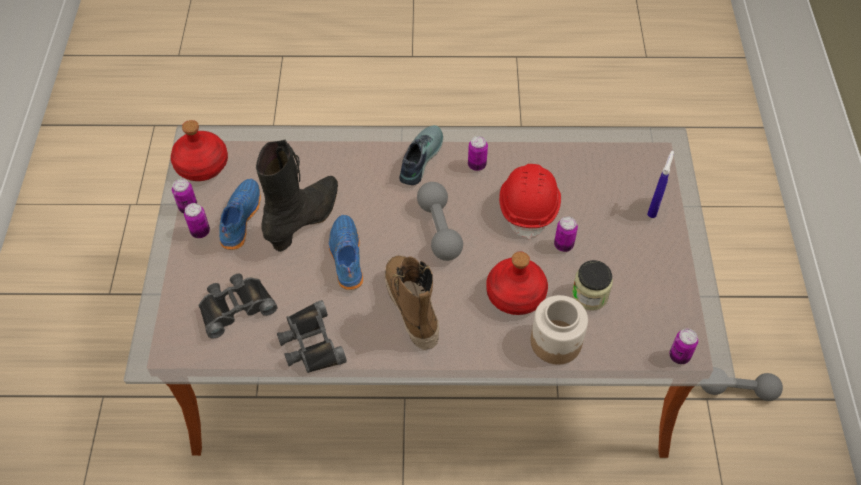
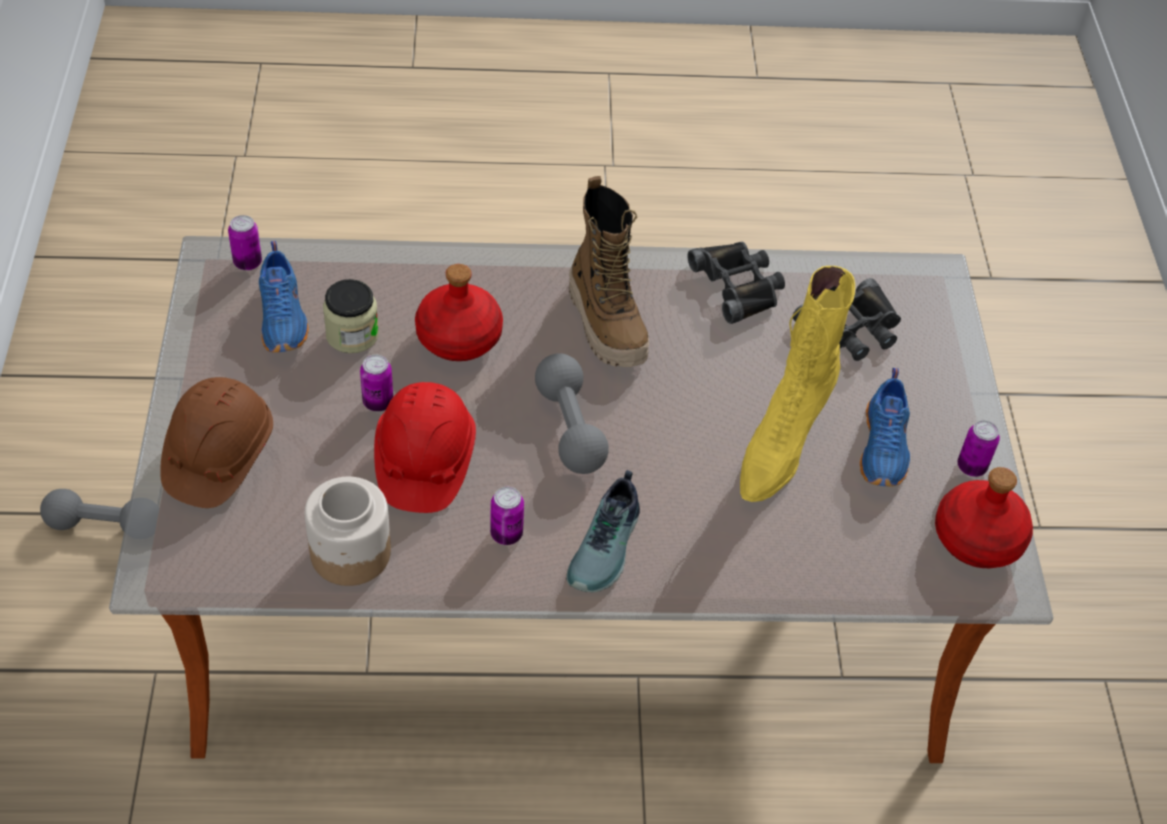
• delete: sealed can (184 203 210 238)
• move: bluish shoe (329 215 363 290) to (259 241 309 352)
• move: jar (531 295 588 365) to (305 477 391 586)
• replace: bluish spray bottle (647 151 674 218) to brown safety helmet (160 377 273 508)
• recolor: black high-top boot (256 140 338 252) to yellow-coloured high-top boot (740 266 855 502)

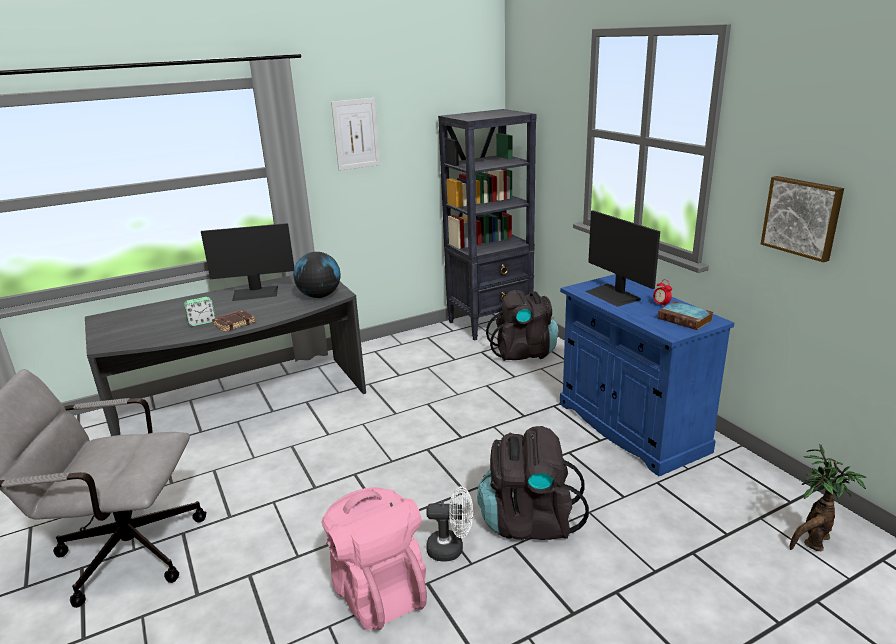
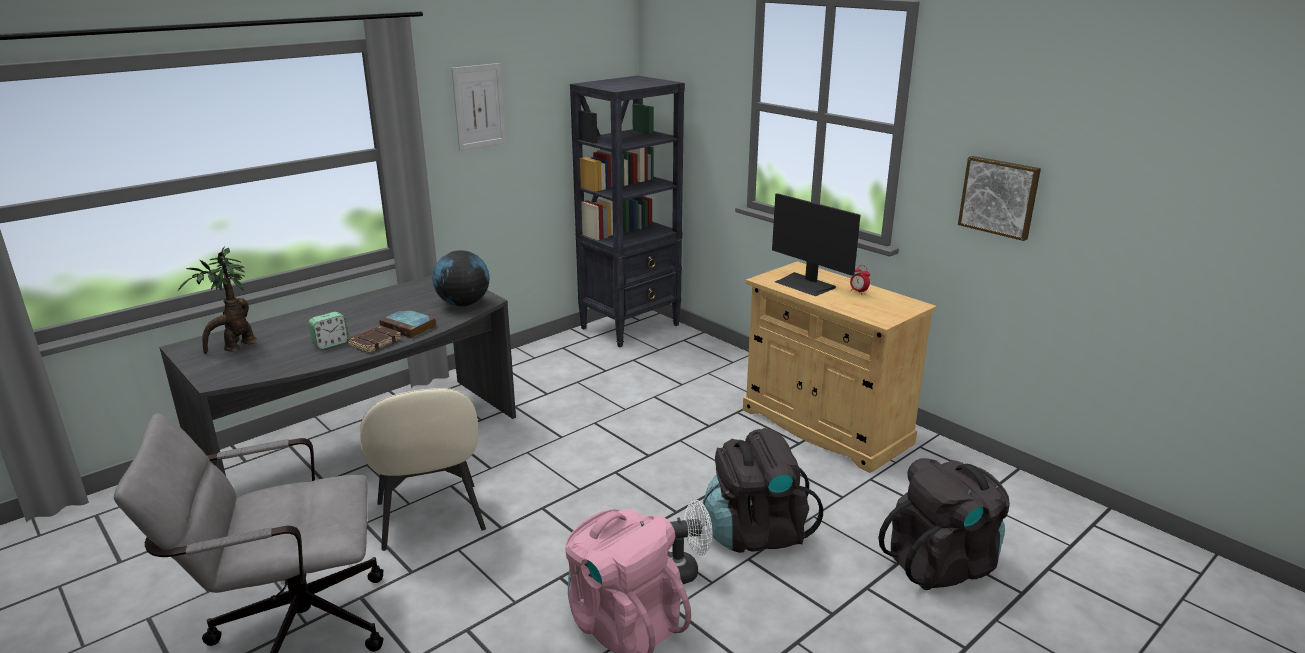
• delete: computer display (201 223 294 301)
• insert: beige chair (360 388 486 551)
• move: black rucksack (486 290 558 361) to (878 458 1010 590)
• move: volume (658 301 713 330) to (379 309 436 338)
• move: plant in a pot (789 444 866 551) to (178 246 257 354)
• recolor: bluish cabinet (560 274 734 476) to beige cabinet (743 261 937 473)

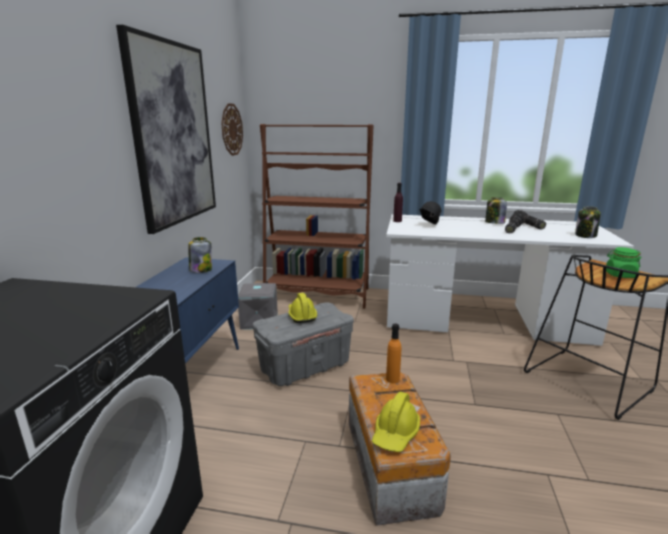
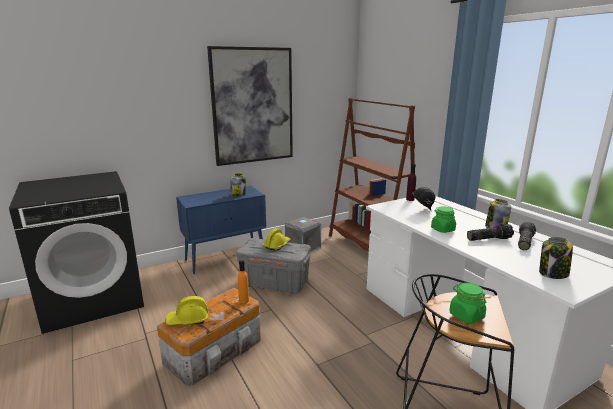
• delete: wall clock (221 103 243 156)
• insert: greenish jar (431 206 456 233)

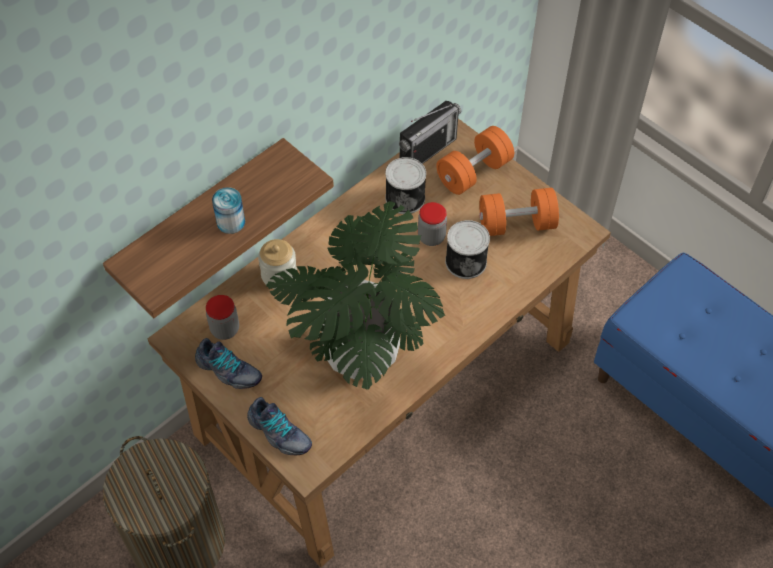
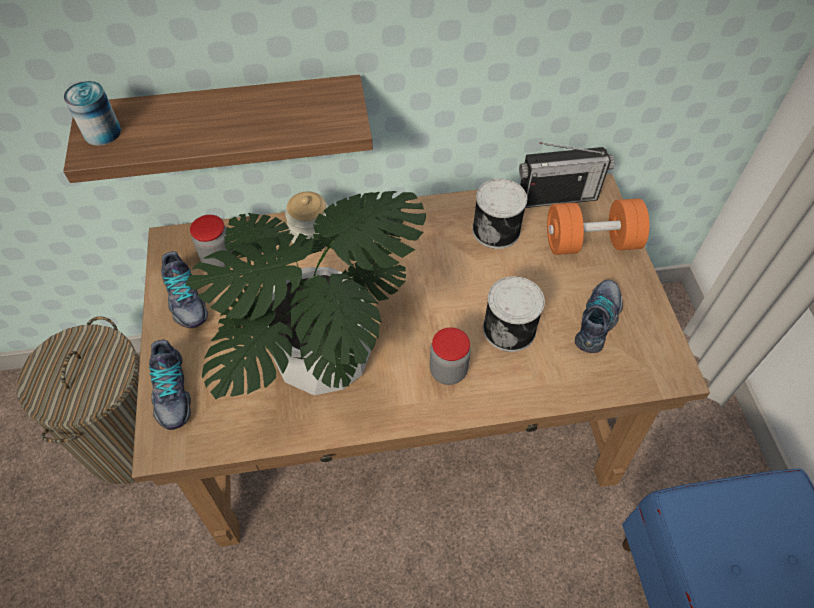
• move: sealed can (212 187 245 234) to (64 81 121 146)
• move: jar (418 202 447 246) to (430 327 471 385)
• replace: orangey dumbbell (479 188 559 236) to shoe (575 280 623 353)

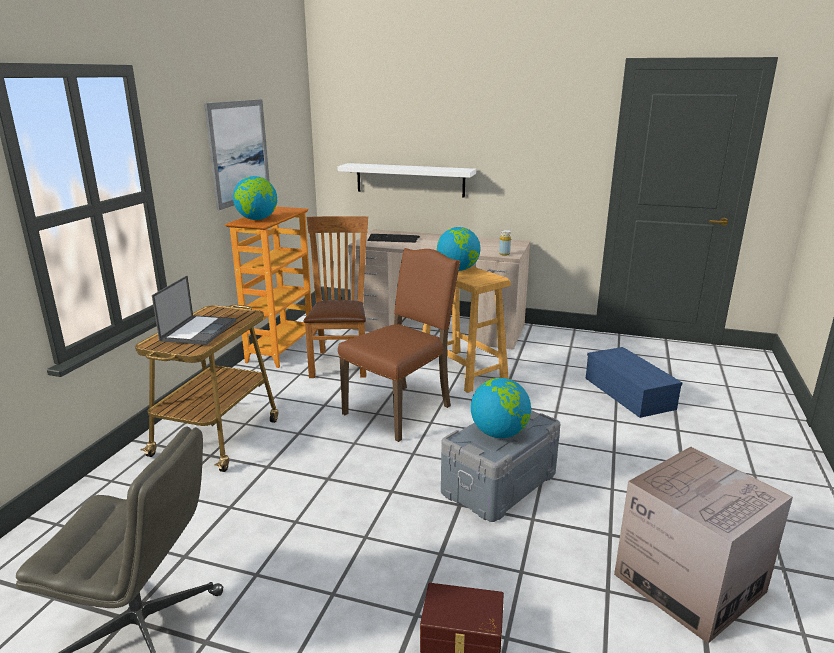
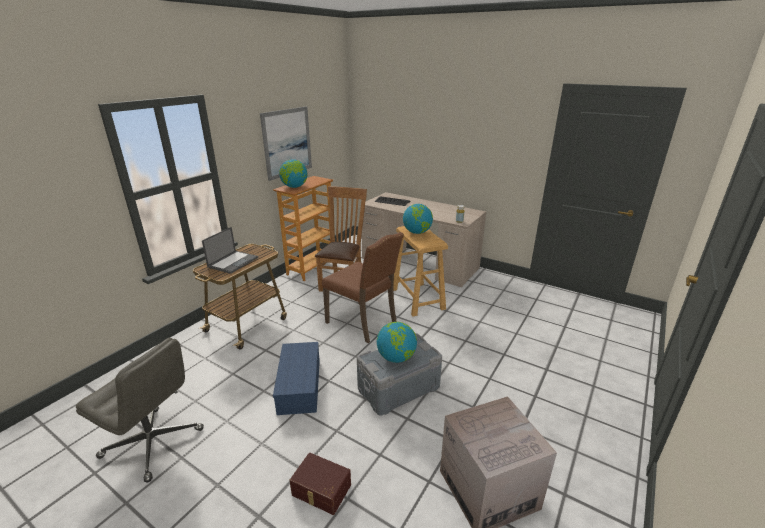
• delete: white-coloured shelf (337 163 476 198)
• move: bluish storage box (585 347 683 418) to (273 342 320 415)
• rotate: brown chair (338 248 460 442) = (322 232 404 343) 75 degrees clockwise

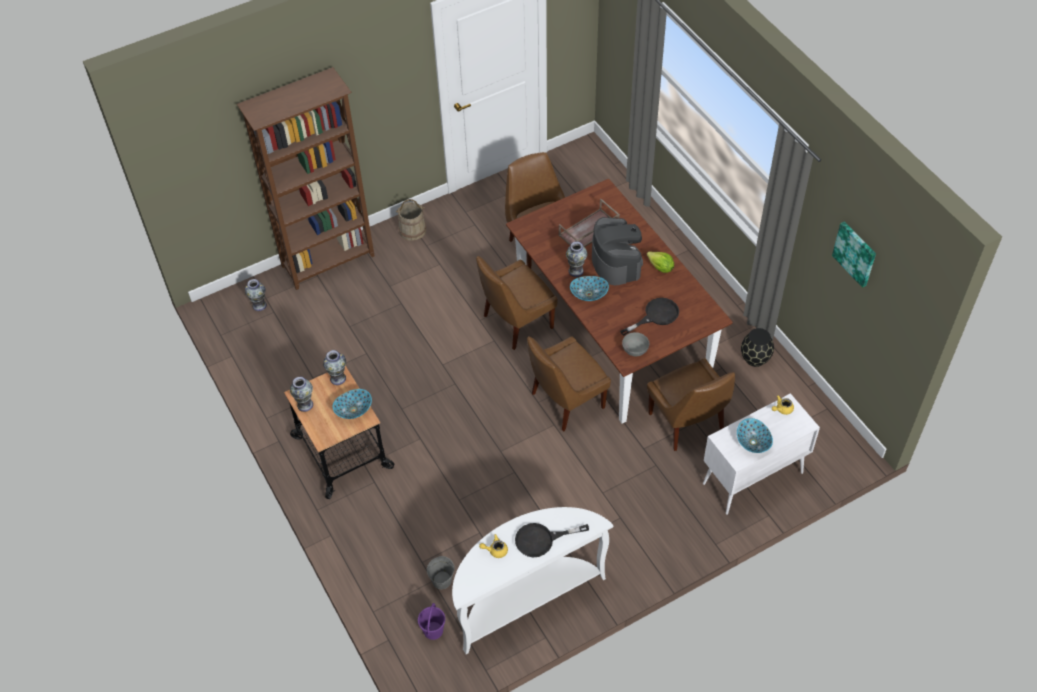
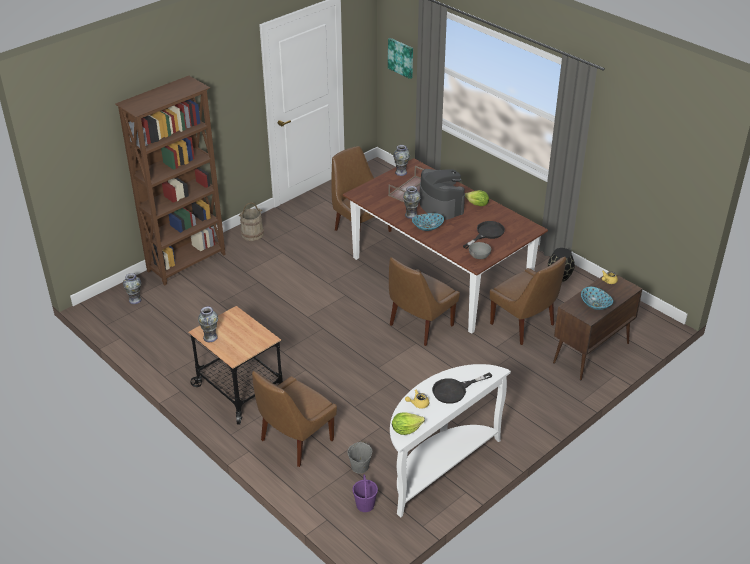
• delete: serving bowl (332 389 372 419)
• insert: lettuce (392 412 425 435)
• move: decorative vase (323 350 346 385) to (393 145 410 176)
• move: brown chair (476 256 558 350) to (252 371 337 467)
• move: wall picture (832 222 876 288) to (388 38 413 79)
• recolor: white-coloured cabinet (703 393 820 515) to brown cabinet (553 271 643 380)

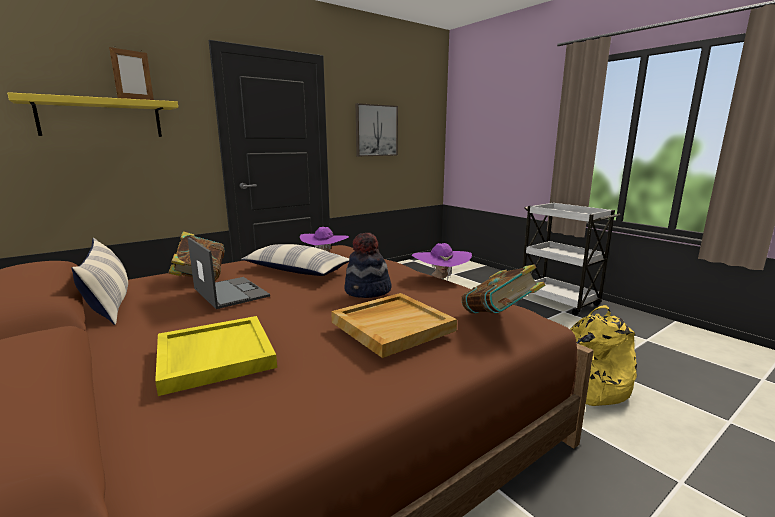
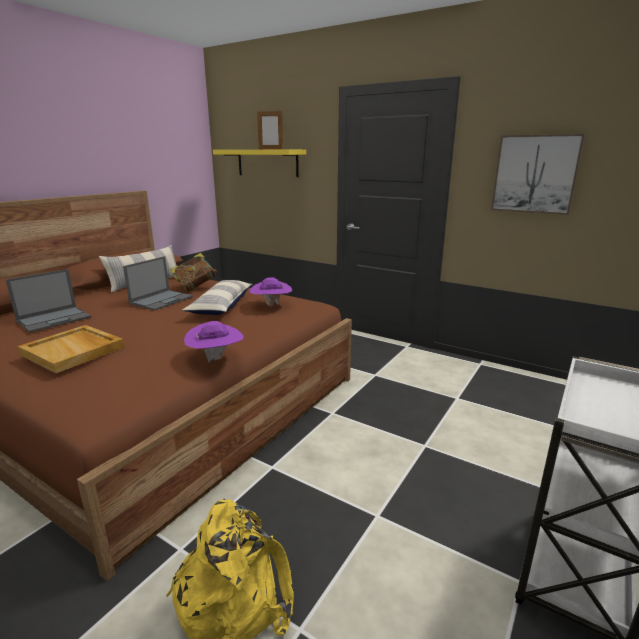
• delete: hat (344 233 392 298)
• delete: volume (461 265 545 313)
• replace: yellow-coloured tray (155 316 277 396) to notebook computer (6 269 91 332)

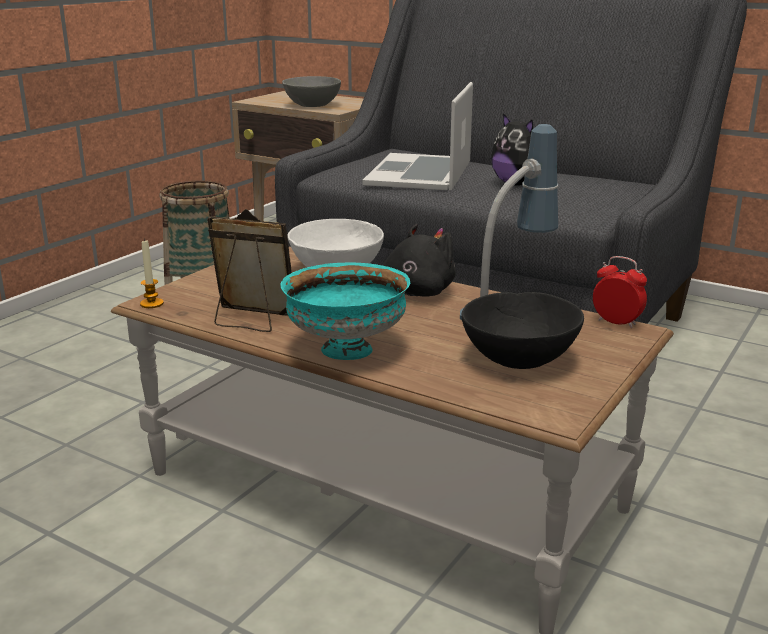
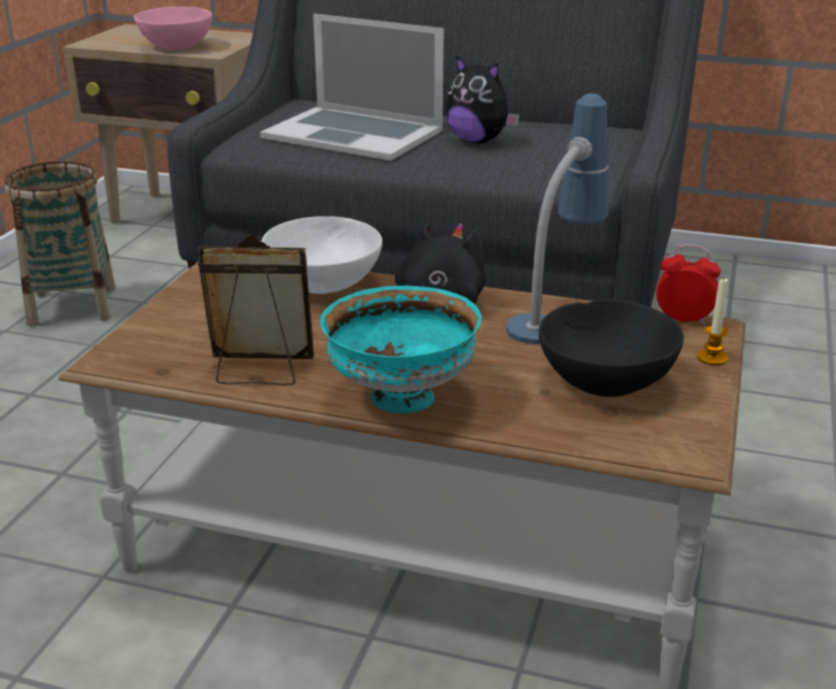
• move: candle (140 239 164 308) to (697 279 728 365)
• recolor: grey serving bowl (282 76 341 107) to pink-coloured serving bowl (134 7 212 49)
• rotate: notebook computer (362 82 473 190) = (260 14 444 161) 60 degrees counterclockwise

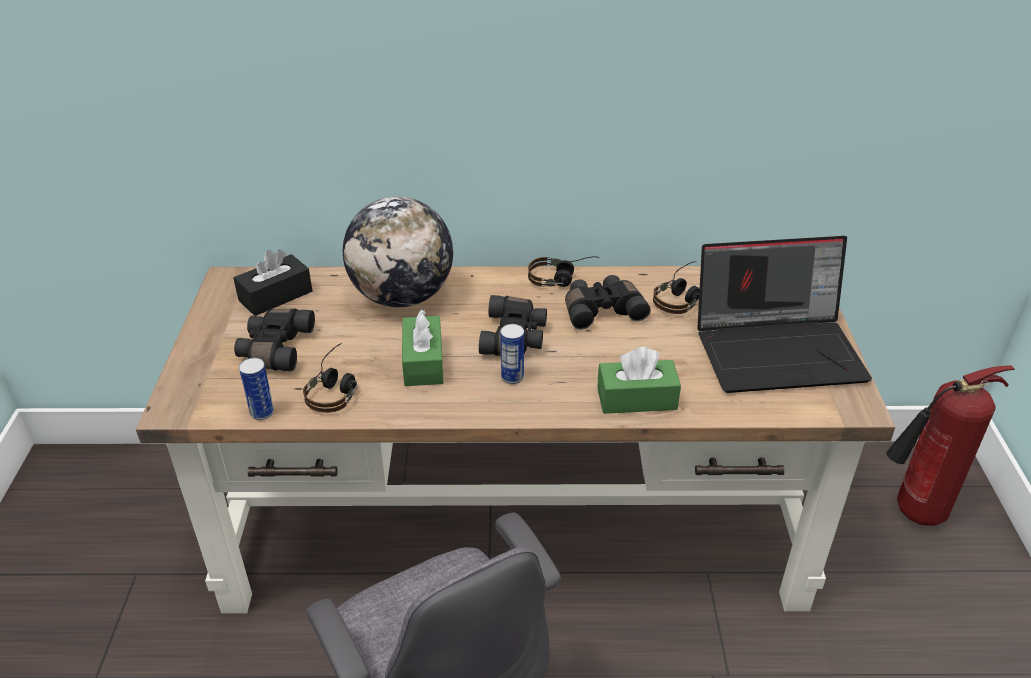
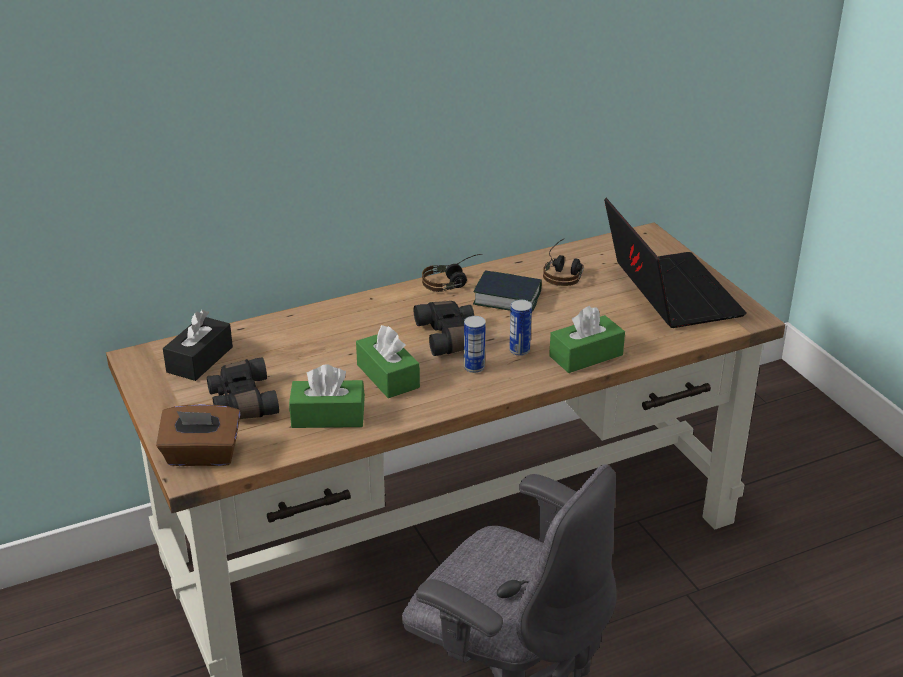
• delete: world globe (343 197 453 307)
• delete: extinguisher (886 365 1015 526)
• insert: brown tissue holder (156 404 240 466)
• move: sealed can (239 358 274 420) to (509 300 532 356)
• replace: headset (303 343 357 413) to greenish tissue holder (289 364 365 428)
• replace: black pair of binoculars (565 275 651 330) to volume (473 270 542 312)
• rotate: notebook computer (697 236 872 393) = (604 198 747 328) 75 degrees counterclockwise

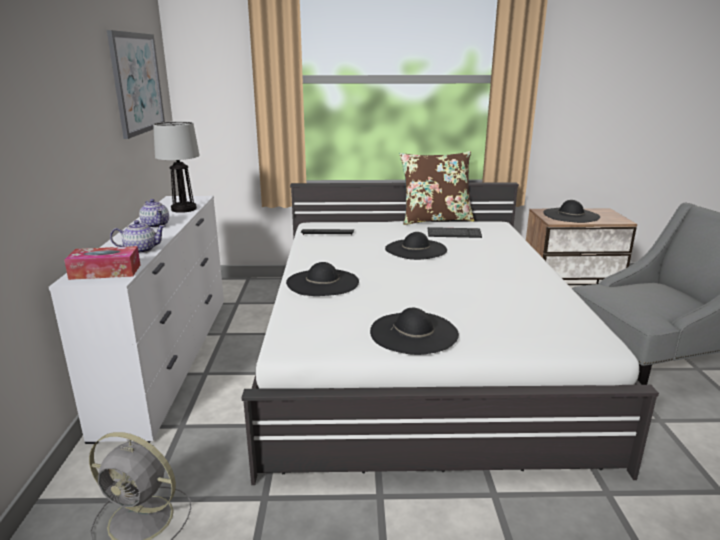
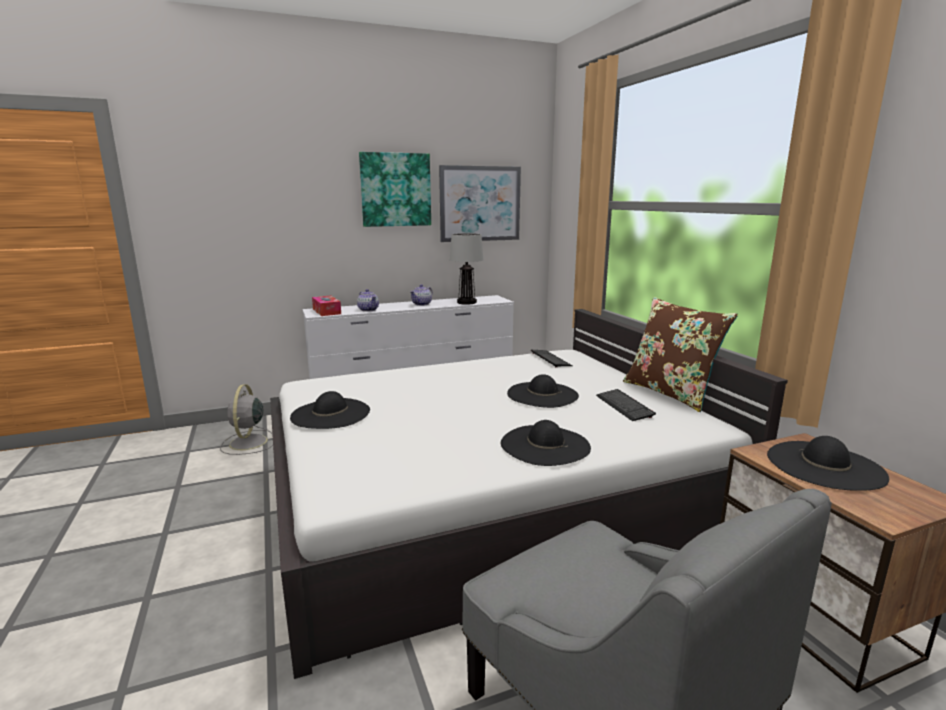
• insert: wall picture (359 152 431 227)
• move: black hat (286 262 359 296) to (501 420 591 466)

